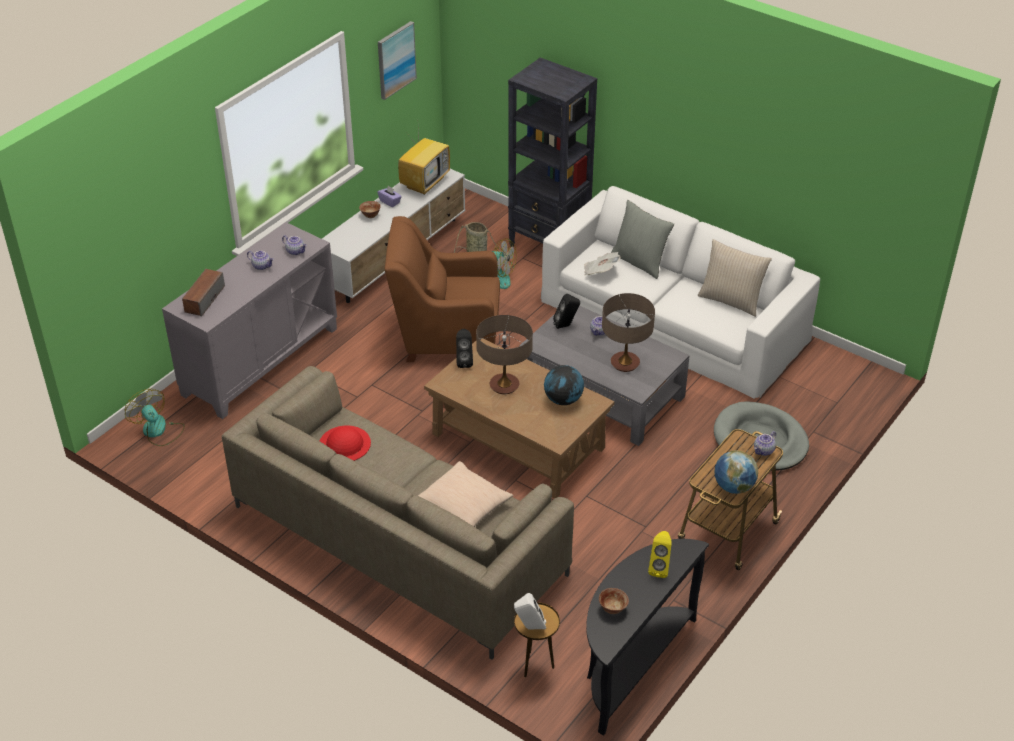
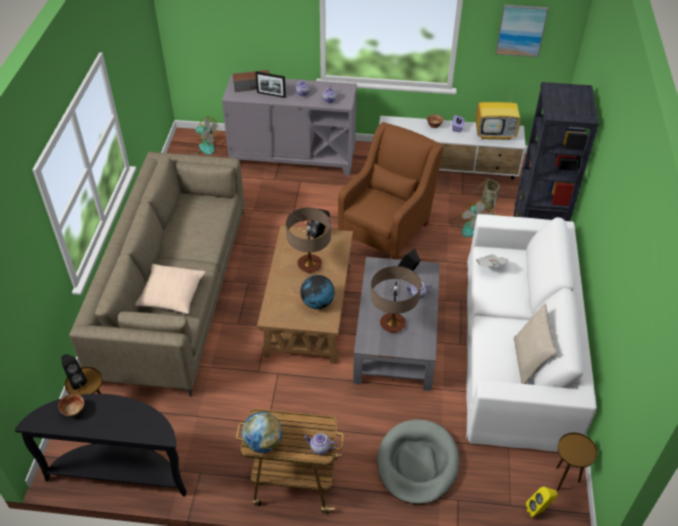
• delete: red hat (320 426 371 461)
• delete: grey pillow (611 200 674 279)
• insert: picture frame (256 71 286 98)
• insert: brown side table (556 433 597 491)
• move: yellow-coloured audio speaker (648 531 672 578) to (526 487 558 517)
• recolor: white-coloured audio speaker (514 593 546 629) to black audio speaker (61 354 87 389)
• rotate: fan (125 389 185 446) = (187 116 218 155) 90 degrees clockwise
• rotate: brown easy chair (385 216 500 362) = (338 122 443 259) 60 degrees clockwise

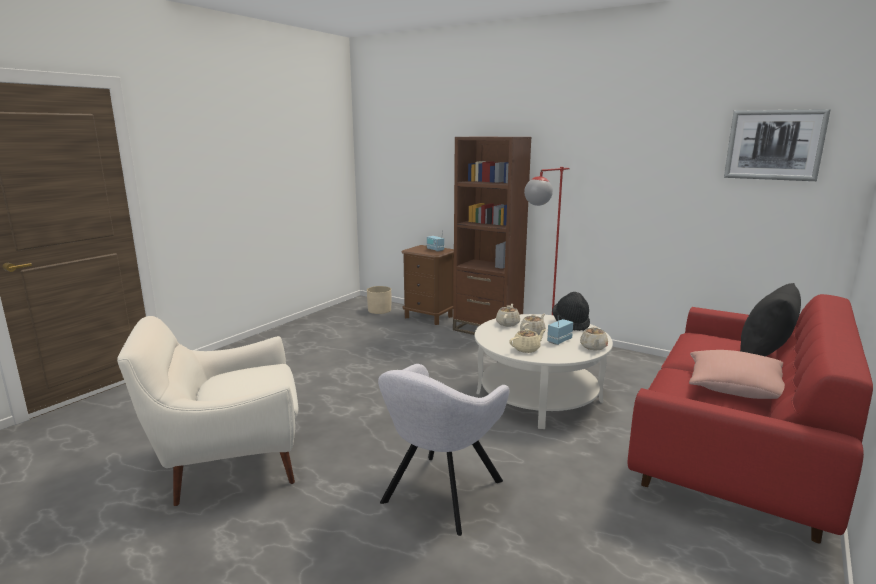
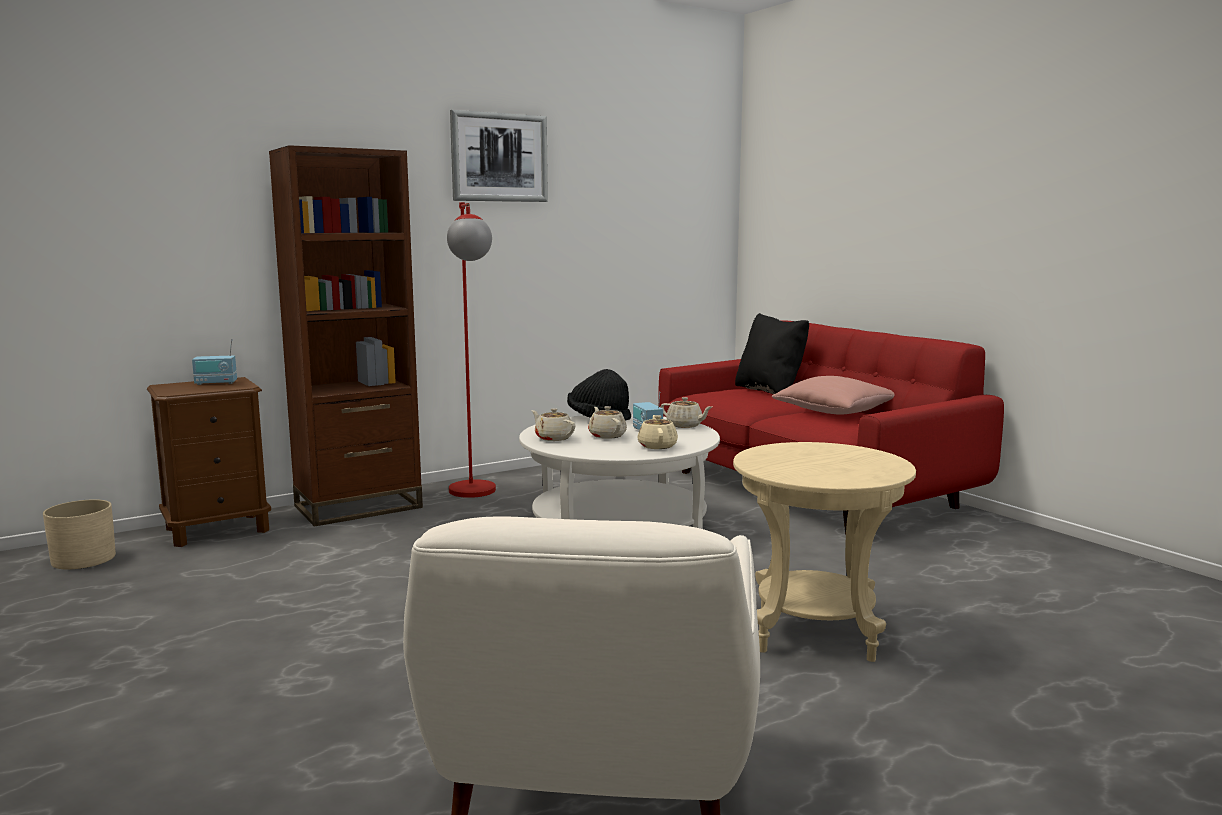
• move: wall picture (724 109 831 181) to (450 110 548 202)
• replace: grey easy chair (378 364 509 536) to beige side table (733 442 916 662)

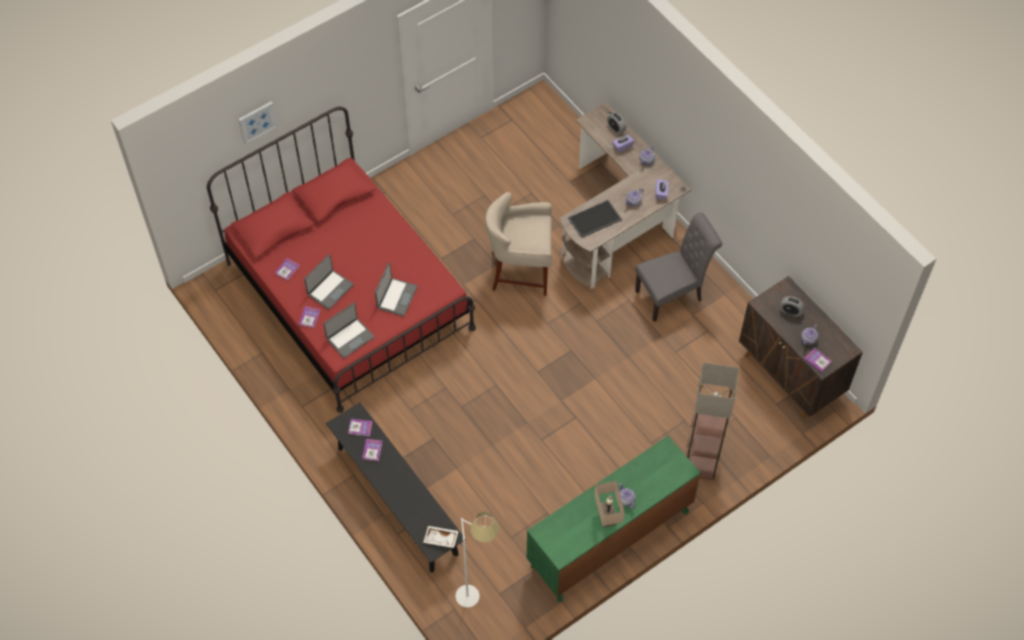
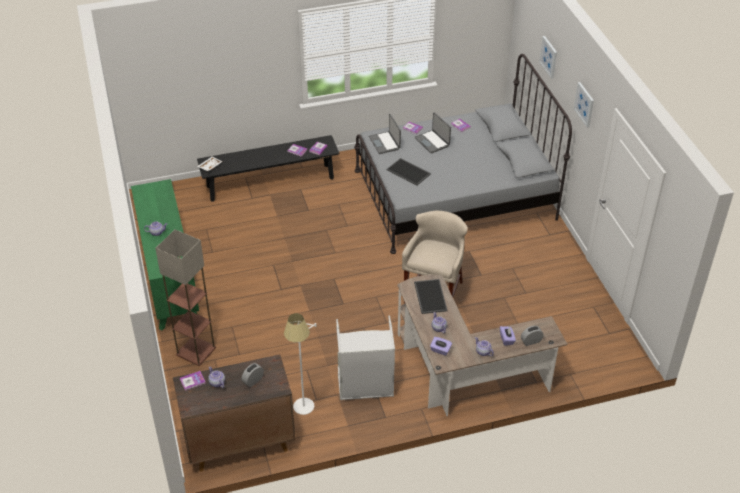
• delete: beige tabletop lamp (594 481 625 528)
• insert: wall picture (574 82 594 128)
• move: white-coloured standing lamp (456 512 499 608) to (284 313 316 415)
• replace: notebook computer (375 263 418 316) to tray (387 158 431 185)
• replace: grey chair (635 213 722 322) to grey laundry basket (336 315 395 400)
• recolor: red bedroom bed (207 107 476 413) to grey bedroom bed (354 54 572 254)

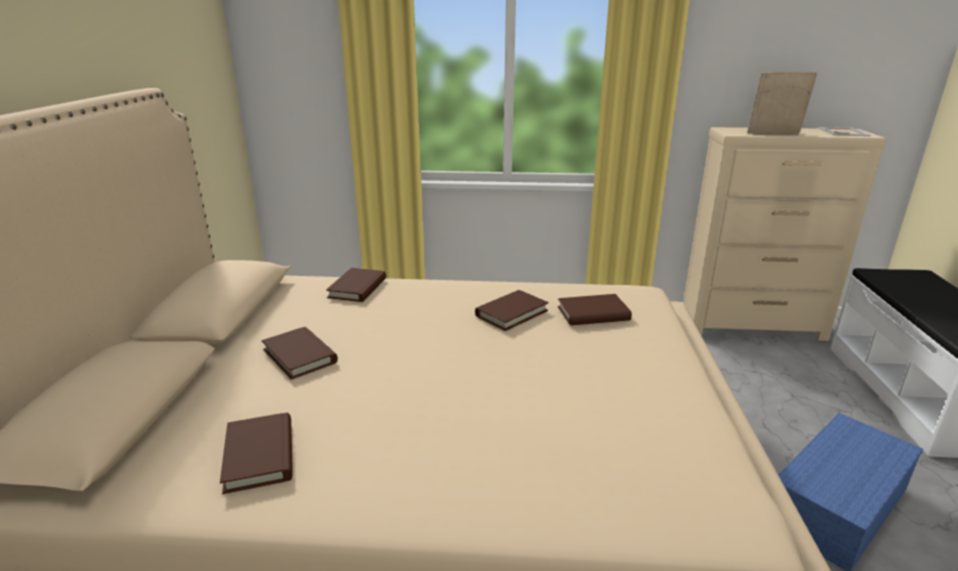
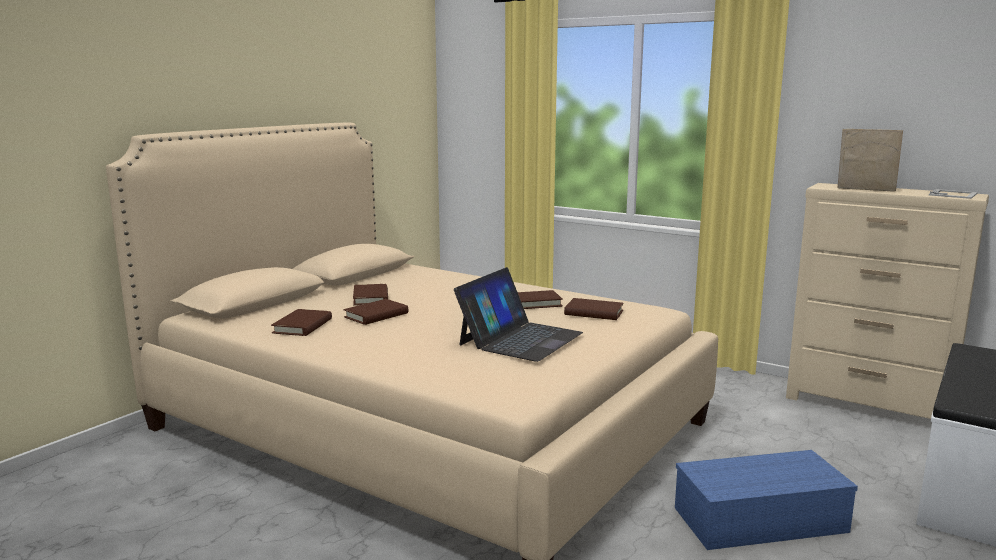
• insert: notebook computer (454 267 583 362)
• move: brown volume (326 268 386 302) to (344 299 408 325)

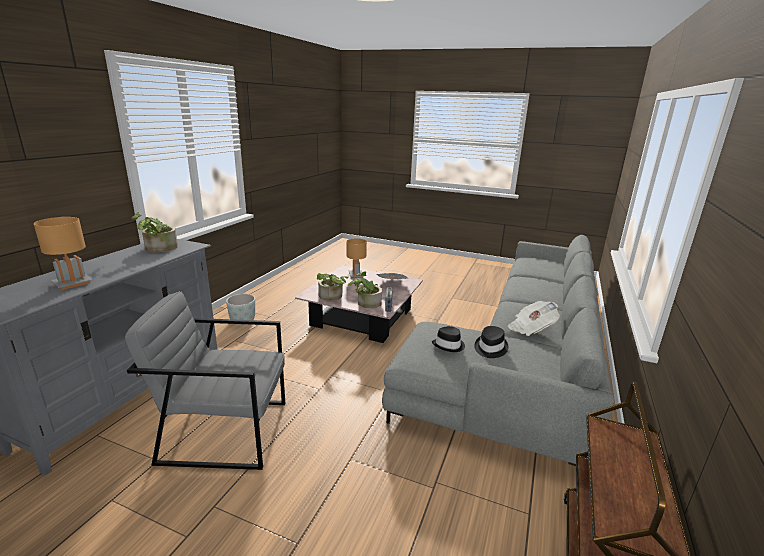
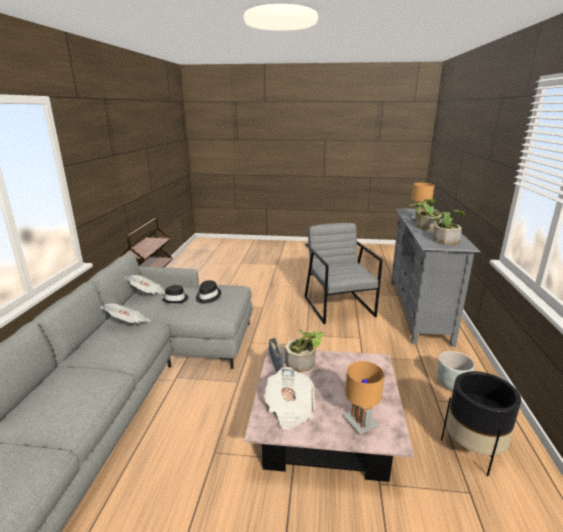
• insert: newspaper (125 275 165 294)
• insert: black planter (441 371 521 476)
• move: plant in a pot (316 273 349 301) to (410 199 442 231)
• rotate: grey easy chair (125 291 285 470) = (305 223 383 324) 90 degrees counterclockwise

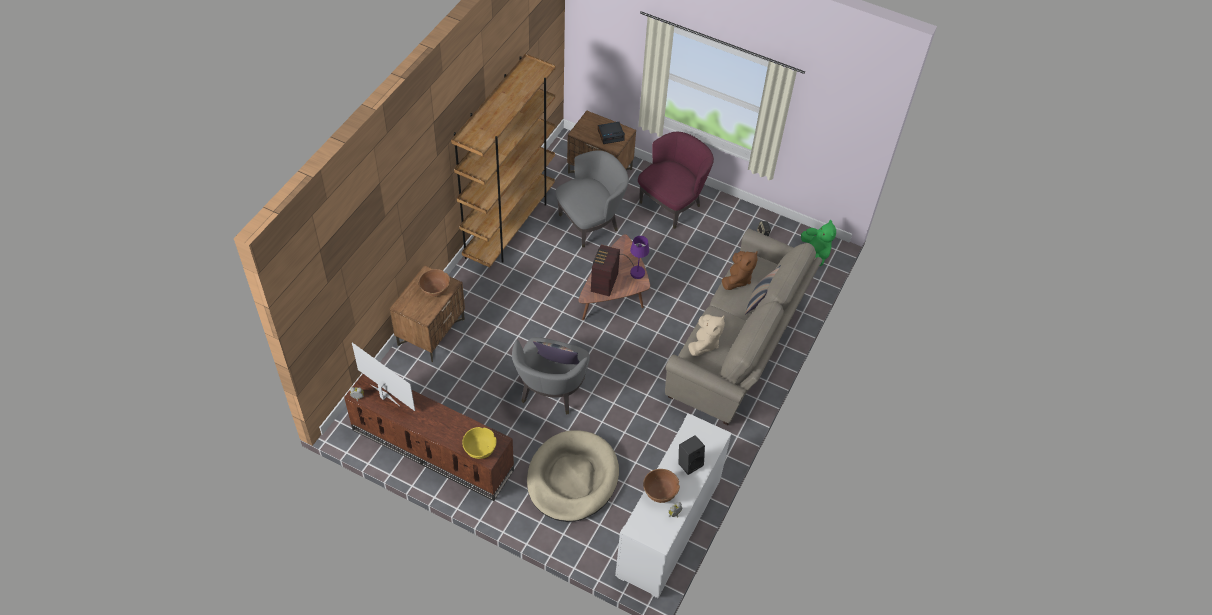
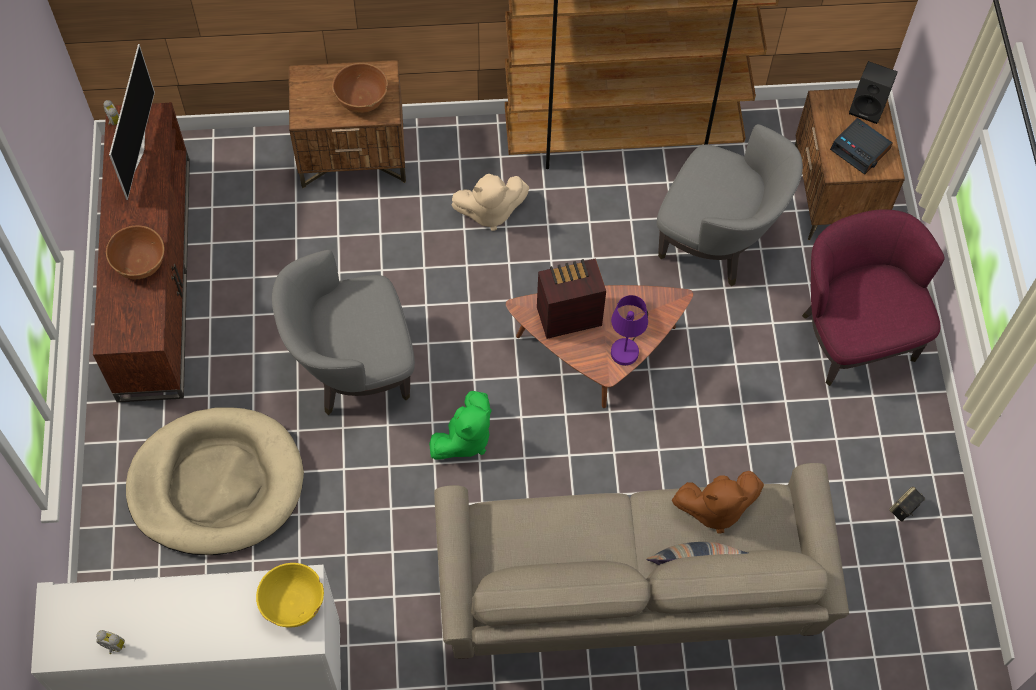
• delete: pillow (533 341 580 364)
• move: yellow-coloured serving bowl (462 427 497 459) to (256 563 324 628)
• move: brown serving bowl (643 469 680 503) to (106 225 164 279)
• move: black audio speaker (679 435 705 475) to (849 61 898 124)
• move: beige plush toy (688 314 725 356) to (452 174 529 231)
• move: greenish plush toy (801 220 836 266) to (429 391 492 459)
• rotate: purple easy chair (638 132 714 229) = (802 209 945 386) 120 degrees counterclockwise

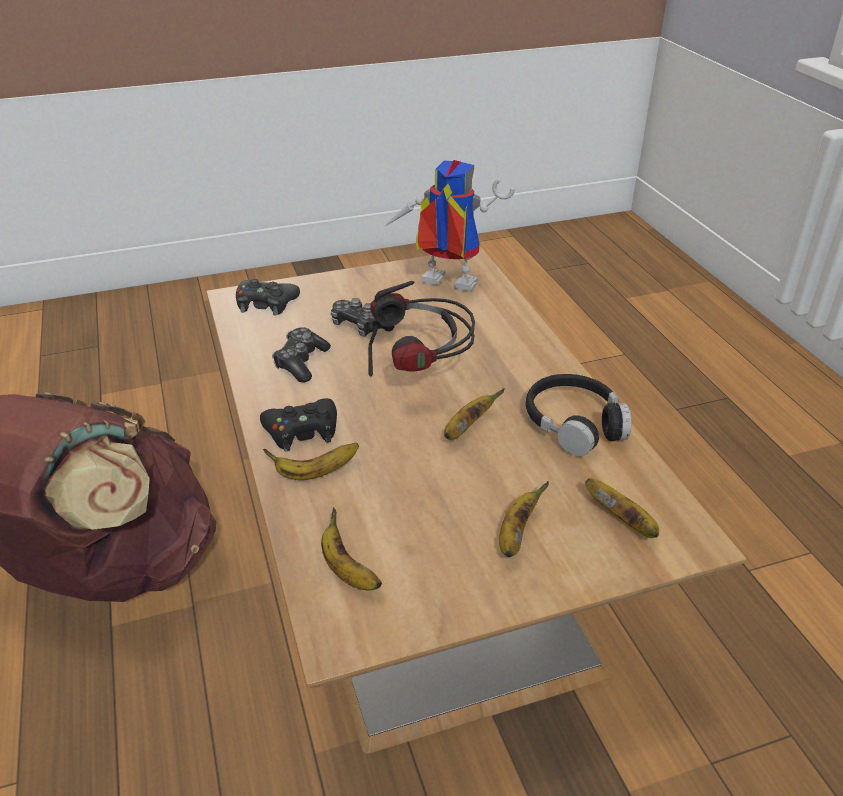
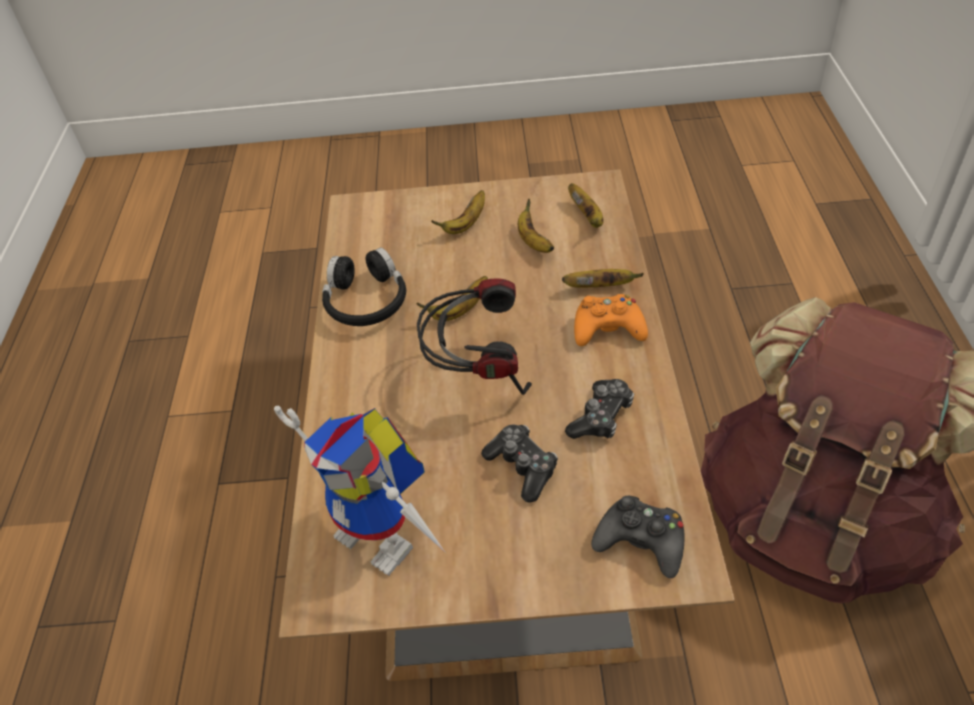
• move: banana (585 478 659 538) to (518 198 554 253)
• recolor: black joypad (260 398 337 451) to orangey joypad (574 294 648 346)

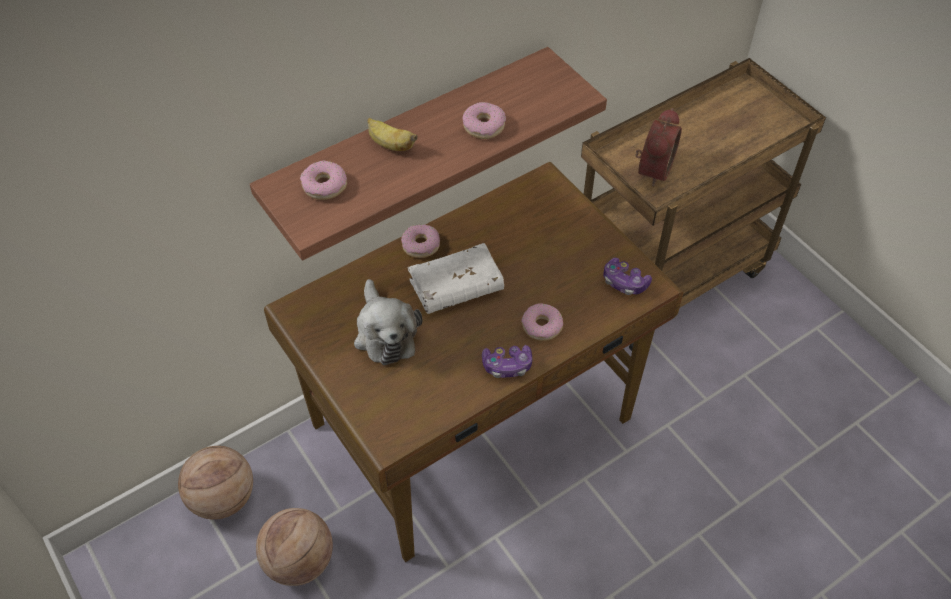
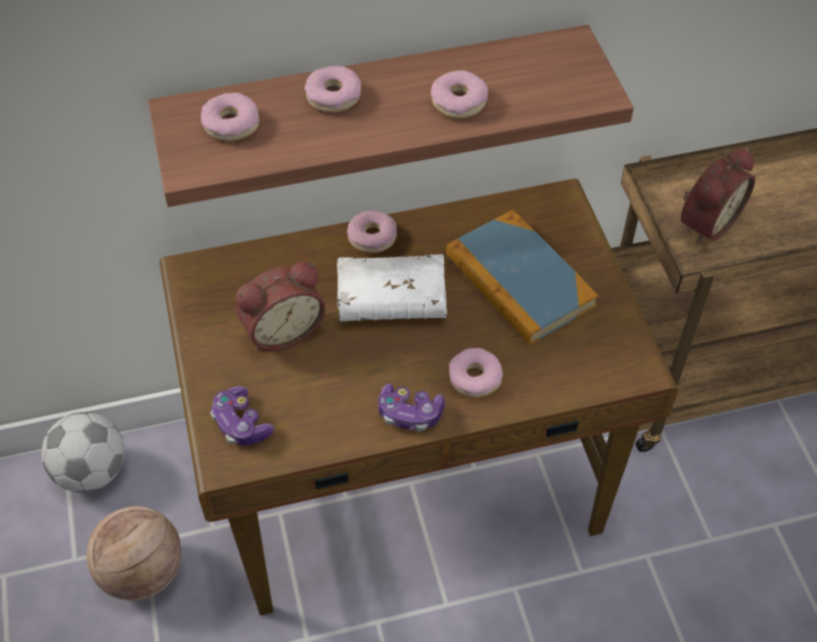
• insert: volume (446 210 598 345)
• move: joypad (603 258 652 295) to (211 386 274 446)
• replace: basketball (178 446 253 520) to football (41 412 124 492)
• replace: plush toy (354 279 422 365) to bedside clock (235 262 325 351)
• replace: banana (367 118 418 151) to donut (304 65 361 113)

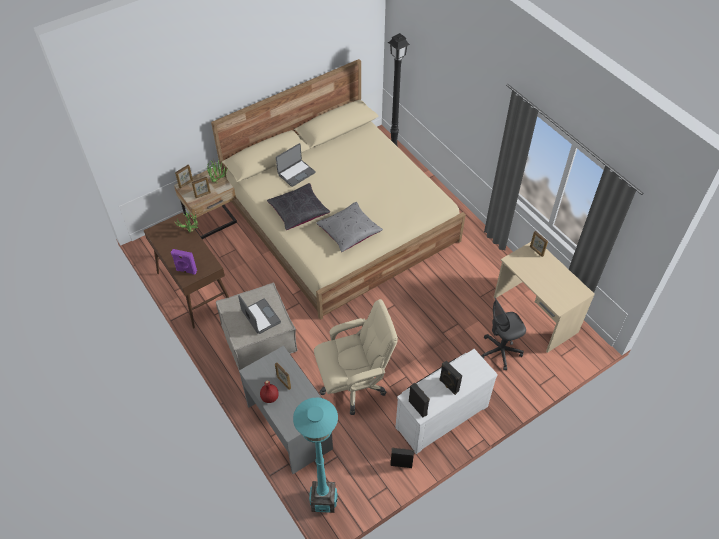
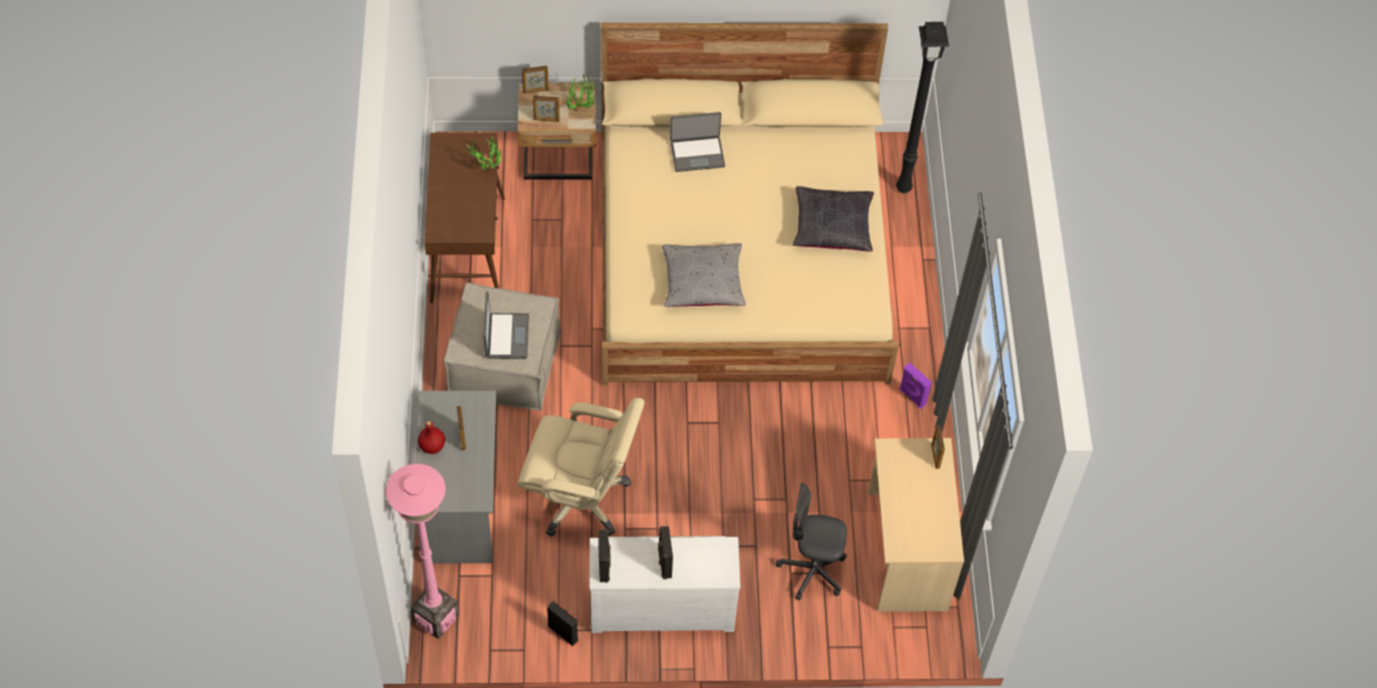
• move: purple audio speaker (171 249 197 275) to (899 363 932 409)
• move: black pillow (267 183 330 230) to (793 186 874 252)
• recolor: turquoise-coloured standing lamp (293 398 338 513) to pink-coloured standing lamp (386 464 459 639)

